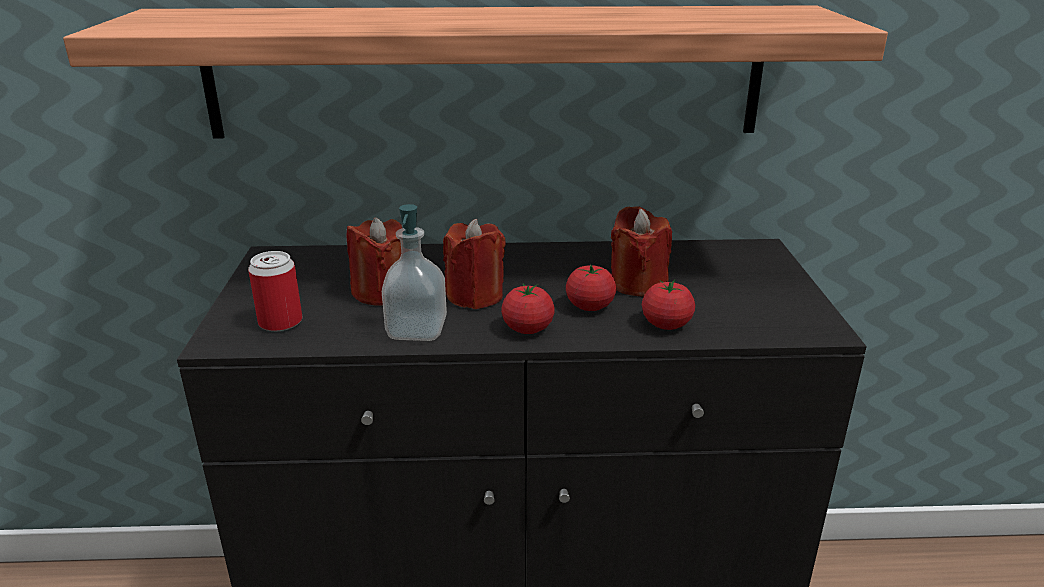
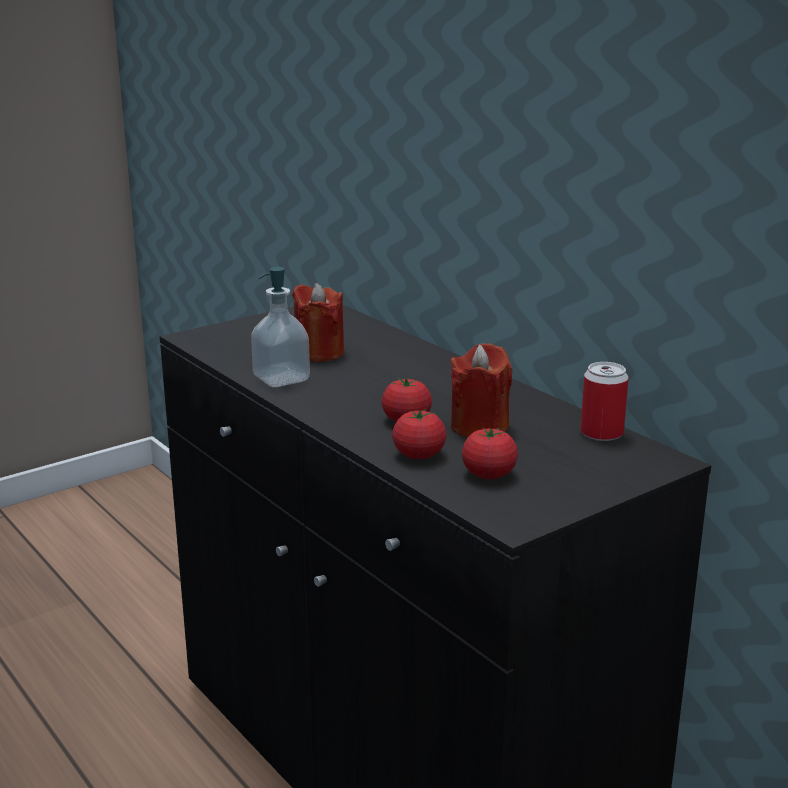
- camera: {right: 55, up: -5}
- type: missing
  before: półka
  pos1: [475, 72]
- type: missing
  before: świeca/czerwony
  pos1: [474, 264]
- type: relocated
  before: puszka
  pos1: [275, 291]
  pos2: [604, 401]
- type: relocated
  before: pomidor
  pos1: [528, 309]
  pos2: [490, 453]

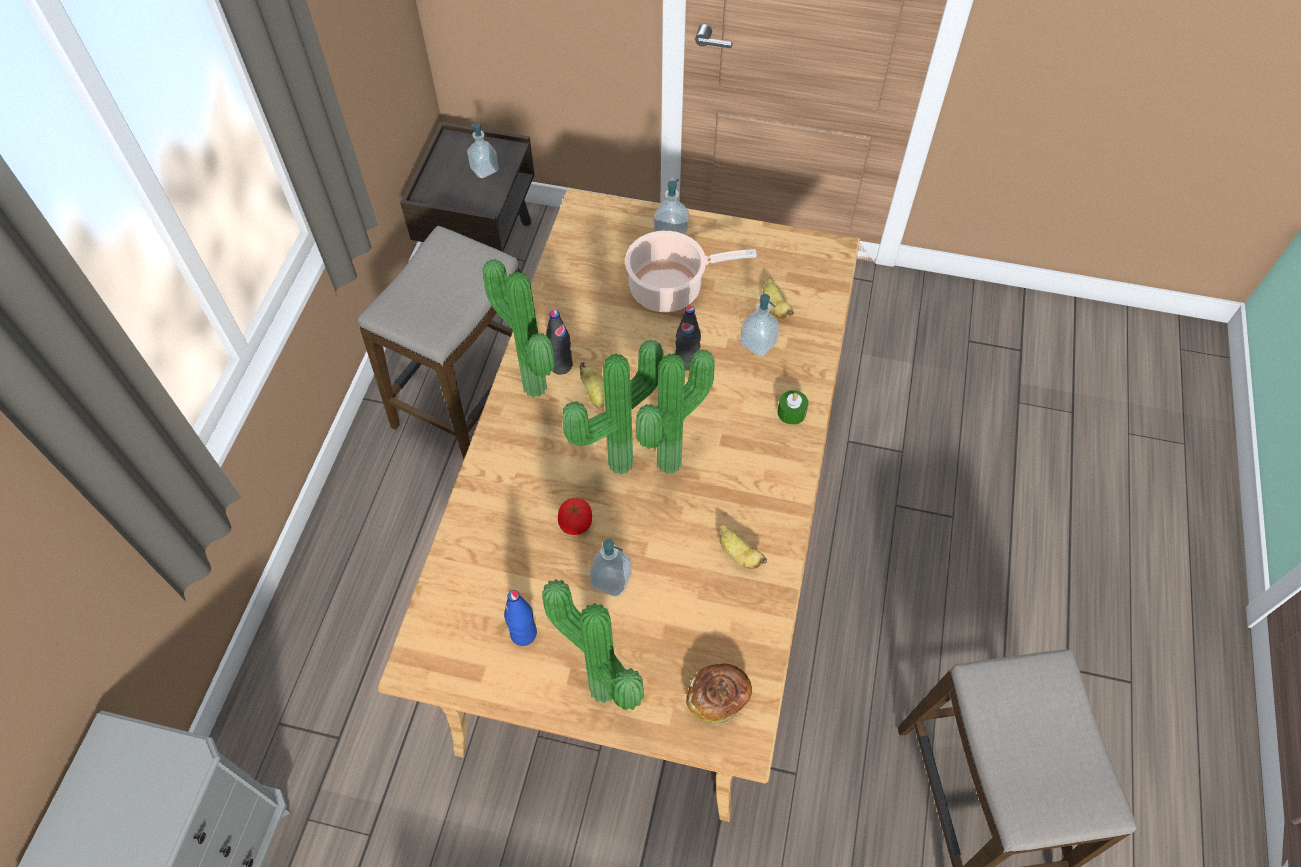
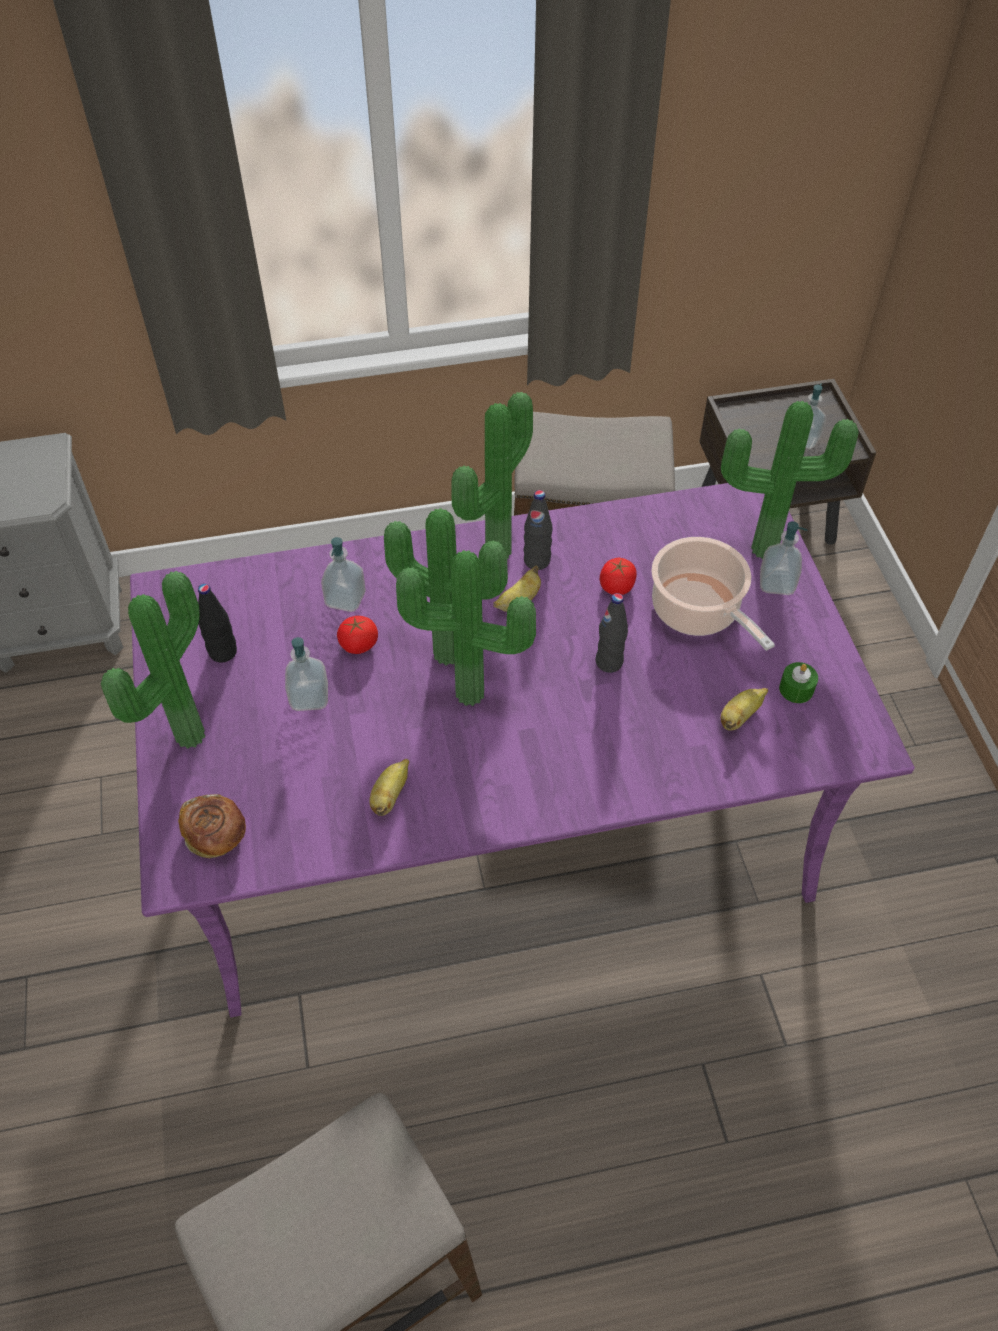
- camera: {right: 65, up: -5}
- type: appeared
  after: pomidor
  pos2: [618, 576]
- type: appeared
  after: roślina doniczkowa
  pos2: [790, 480]
- type: relocated
  before: dozownik mydła
  pos1: [760, 325]
  pos2: [343, 574]
- type: relocated
  before: świeca/zielony
  pos1: [792, 407]
  pos2: [798, 682]
- type: colour
  before: stół jadalny/beżowy
  after: stół jadalny/fioletowy
  pos1: [618, 505]
  pos2: [522, 750]
- type: colour
  before: butelka/niebieski
  after: butelka/czarny
  pos1: [520, 618]
  pos2: [217, 623]

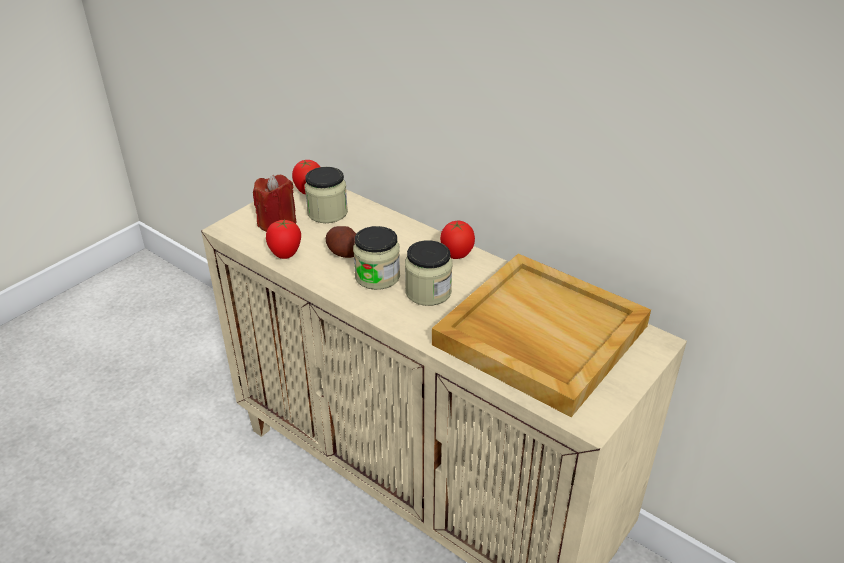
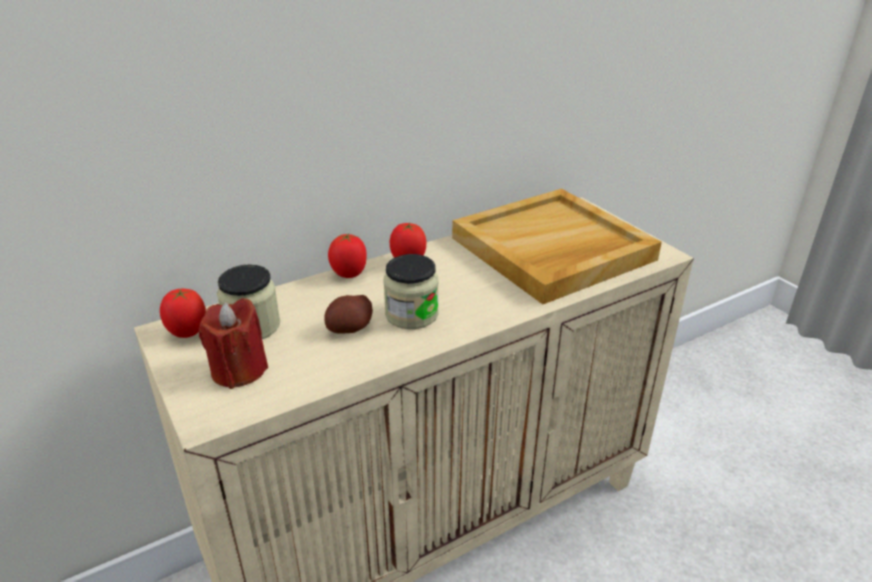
- camera: {right: -70, up: -5}
- type: missing
  before: słoik
  pos1: [429, 273]
- type: relocated
  before: pomidor
  pos1: [283, 239]
  pos2: [347, 255]

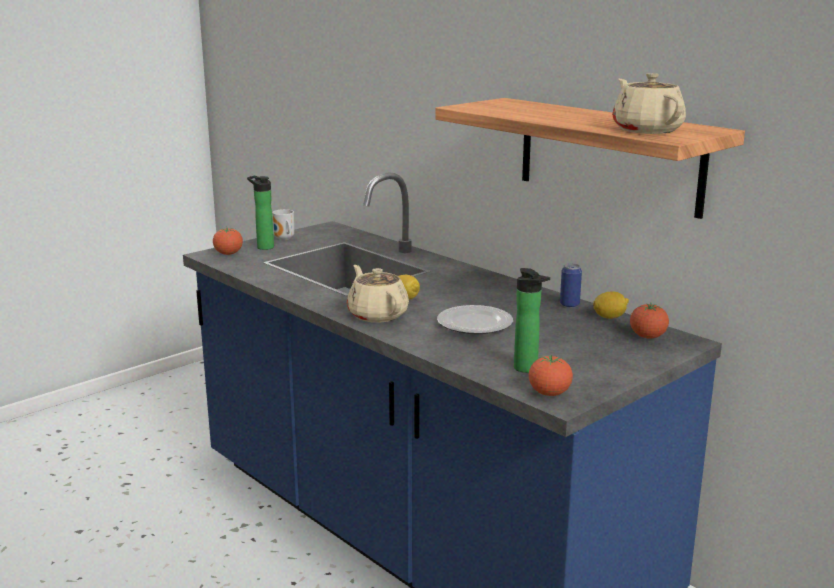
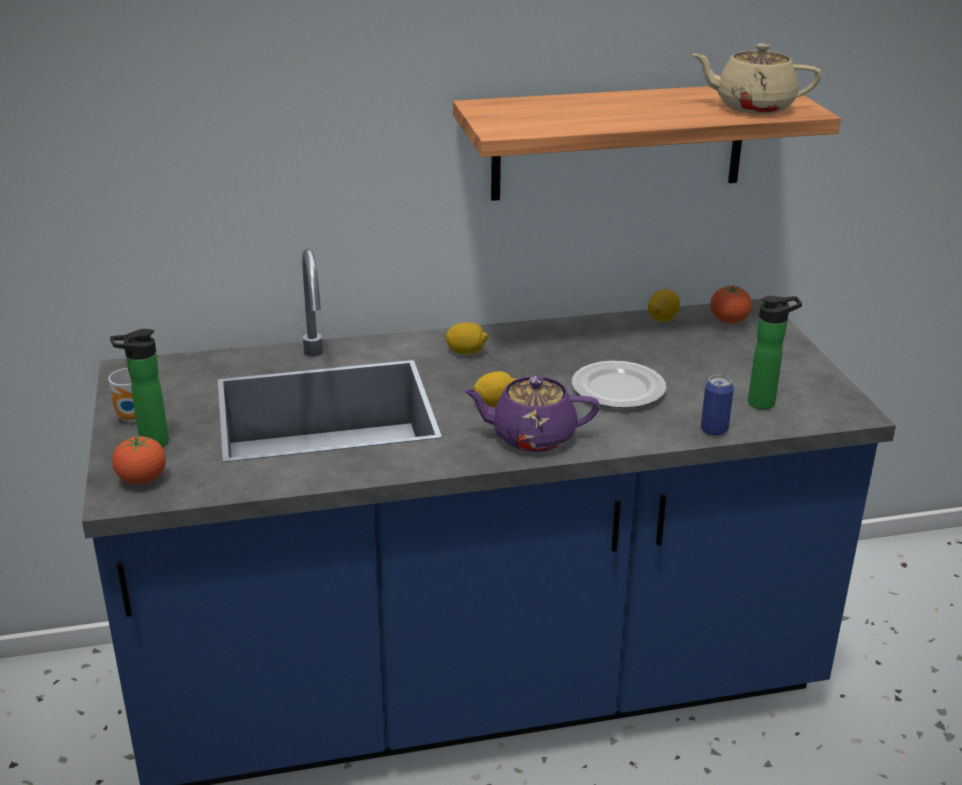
- camera: {right: -60, up: 10}
- type: missing
  before: pomidor
  pos1: [551, 375]
- type: appeared
  after: cytryna
  pos2: [467, 338]
- type: relocated
  before: puszka
  pos1: [571, 285]
  pos2: [717, 405]
- type: colour
  before: imbryk/beżowy
  after: imbryk/fioletowy
  pos1: [378, 294]
  pos2: [531, 414]

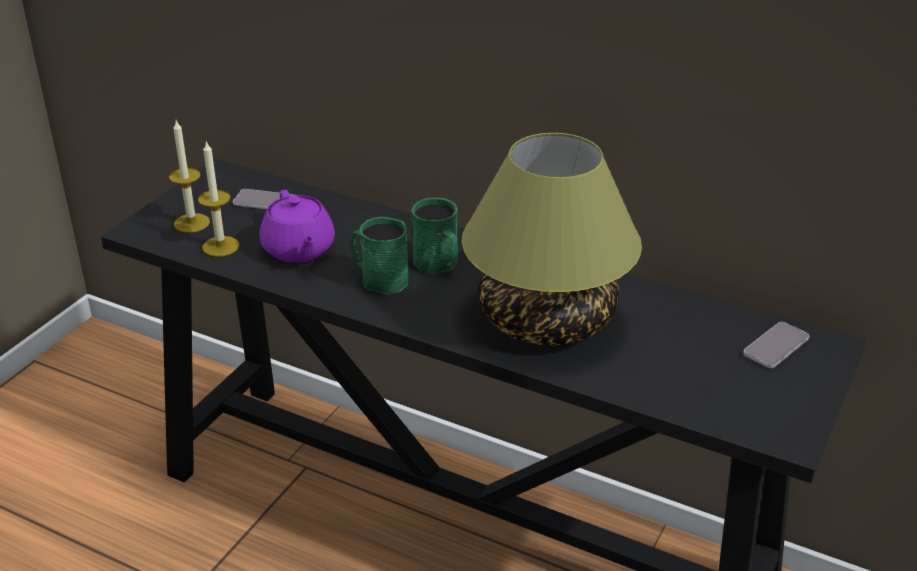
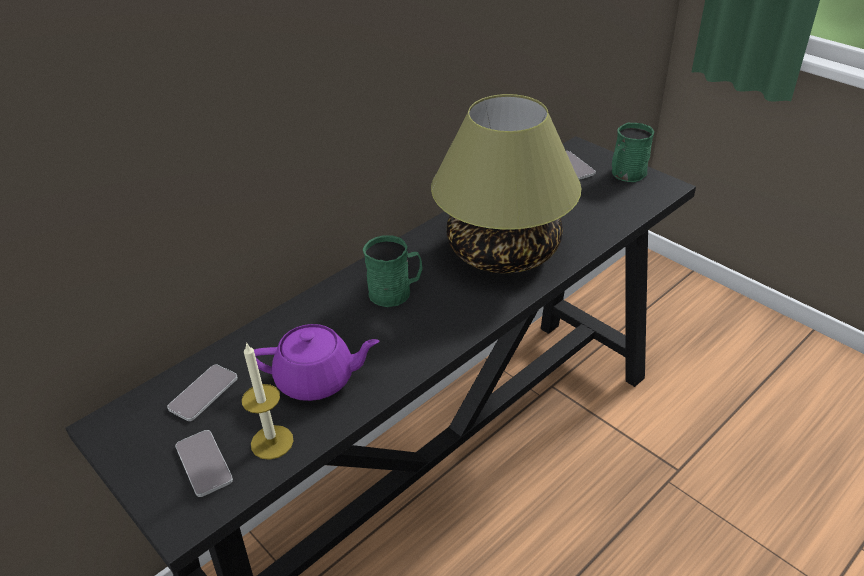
- camera: {right: -70, up: 5}
- type: relocated
  before: kubek/zielony
  pos1: [379, 256]
  pos2: [633, 152]
- type: exchanged
  before: świeca
  after: telefon
  pos1: [189, 176]
  pos2: [204, 463]

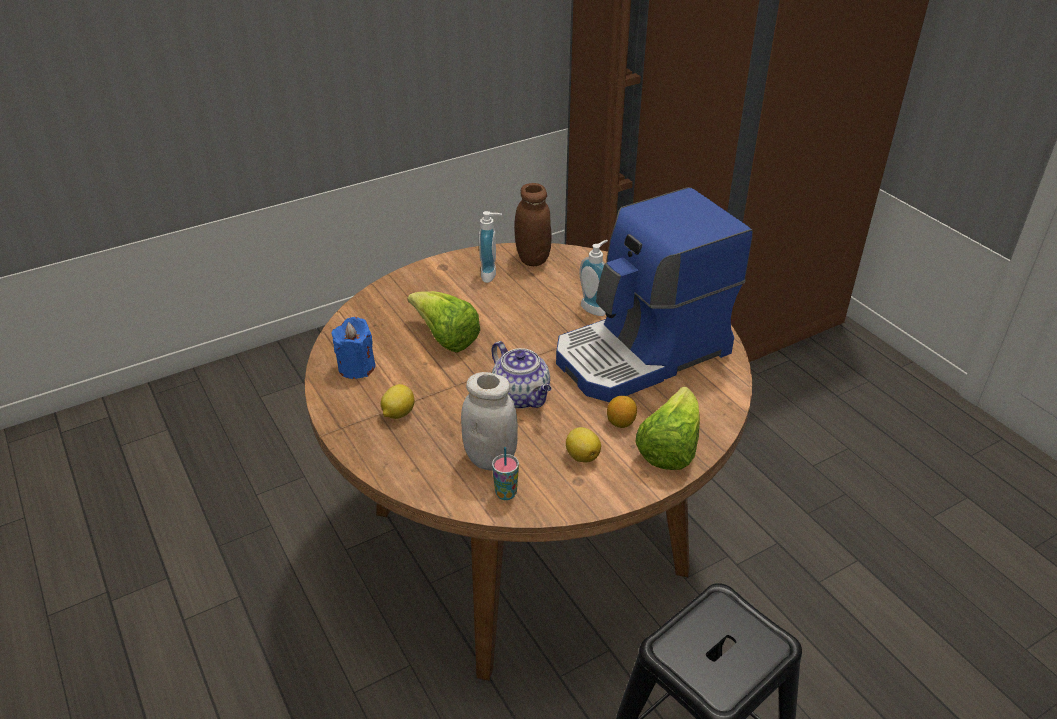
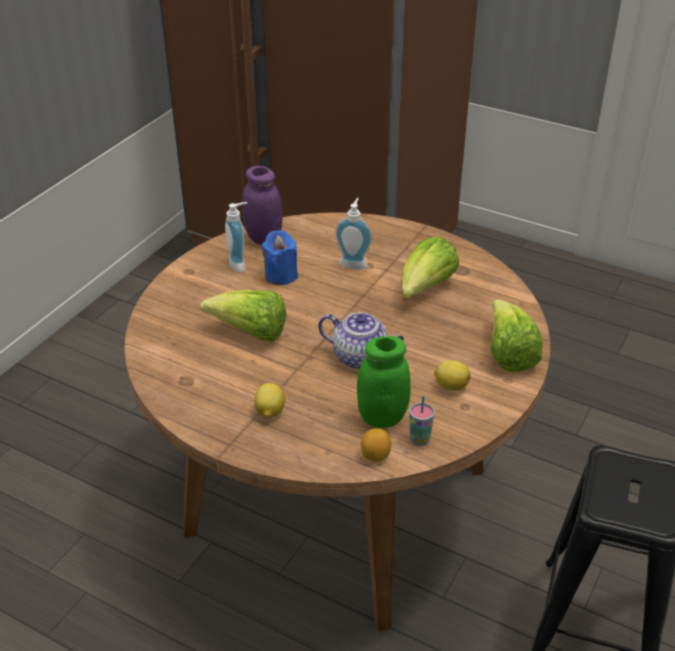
- camera: {right: -30, up: 0}
- type: relocated
  before: świeca/niebieski
  pos1: [353, 348]
  pos2: [280, 257]
- type: relocated
  before: cytryna
  pos1: [622, 412]
  pos2: [376, 445]
- type: exchanged
  before: ekspres do kawy
  after: sałata
  pos1: [654, 294]
  pos2: [430, 267]
- type: colour
  before: słoik/biały
  after: słoik/zielony
  pos1: [489, 421]
  pos2: [384, 382]
- type: colour
  before: słoik/brązowy
  after: słoik/fioletowy
  pos1: [533, 224]
  pos2: [262, 205]

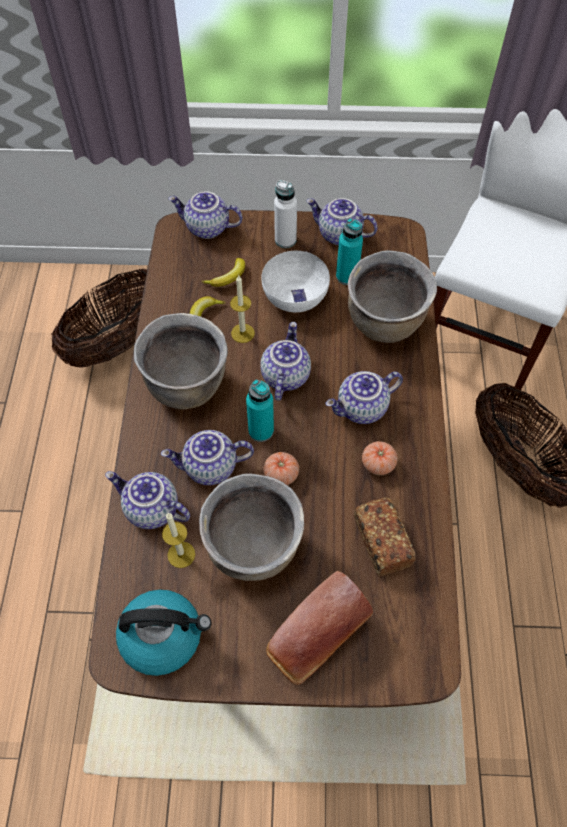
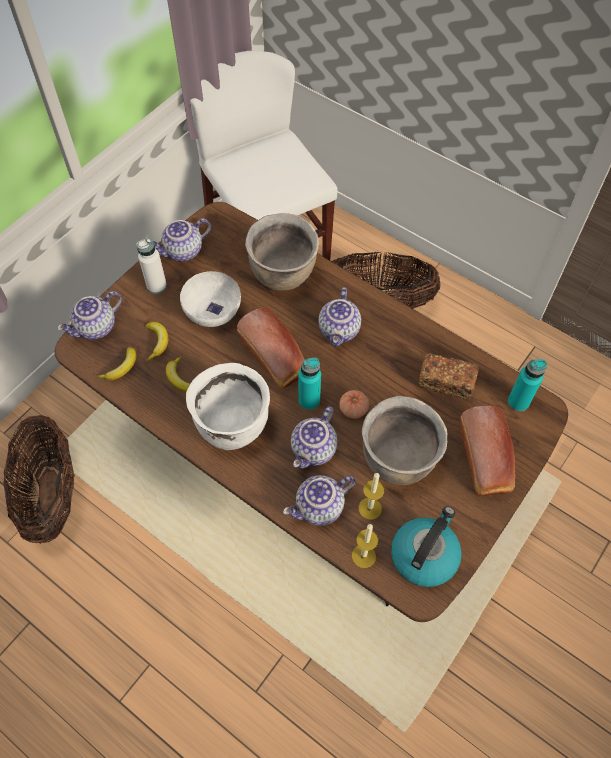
- camera: {right: -55, up: 0}
- type: missing
  before: pomidor
  pos1: [379, 458]
- type: appeared
  after: banan
  pos2: [116, 363]
- type: relocated
  before: świeca
  pos1: [242, 309]
  pos2: [365, 546]
- type: relocated
  before: butelka/turkusowy
  pos1: [349, 251]
  pos2: [527, 385]
- type: exchanged
  before: imbryk
  after: chleb
  pos1: [285, 361]
  pos2: [271, 348]
- type: colour
  before: garnek/brązowy
  after: garnek/biały
  pos1: [181, 361]
  pos2: [228, 406]

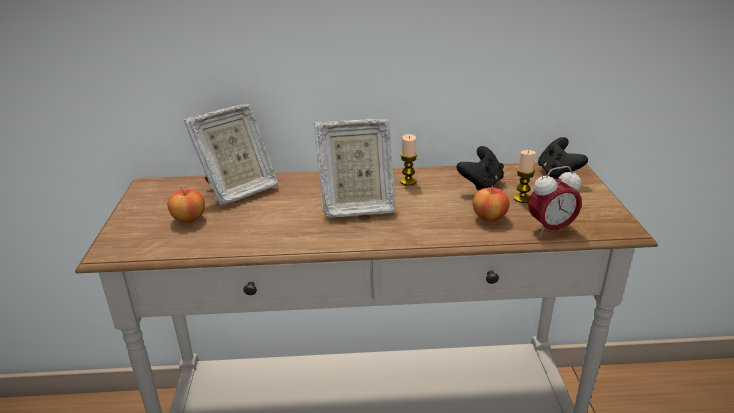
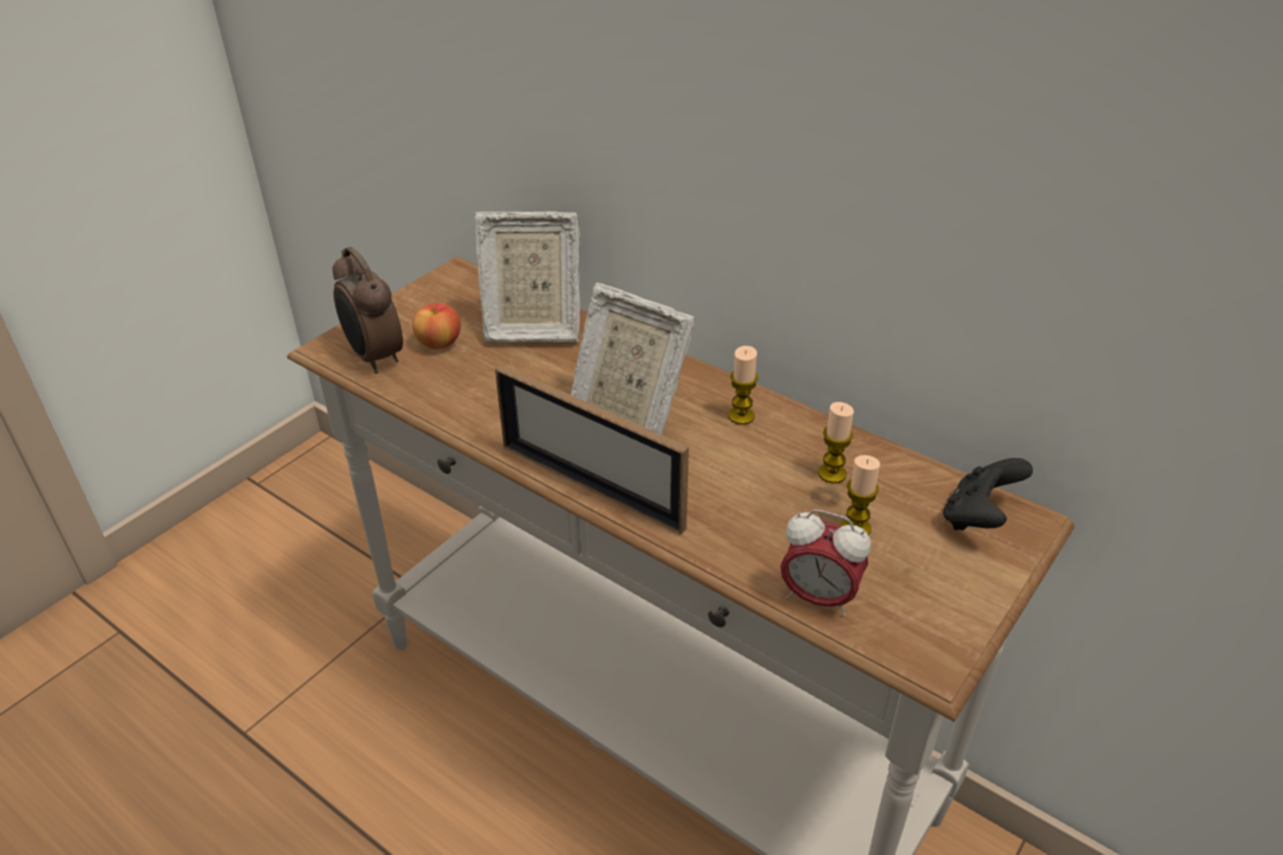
- camera: {right: 40, up: 10}
- type: missing
  before: jabłko
  pos1: [491, 203]
- type: appeared
  after: budzik
  pos2: [368, 310]
- type: appeared
  after: ramka na zdjęcie
  pos2: [592, 449]
- type: exchanged
  before: pad do gier/czarny
  after: świeca
  pos1: [480, 168]
  pos2: [836, 442]

